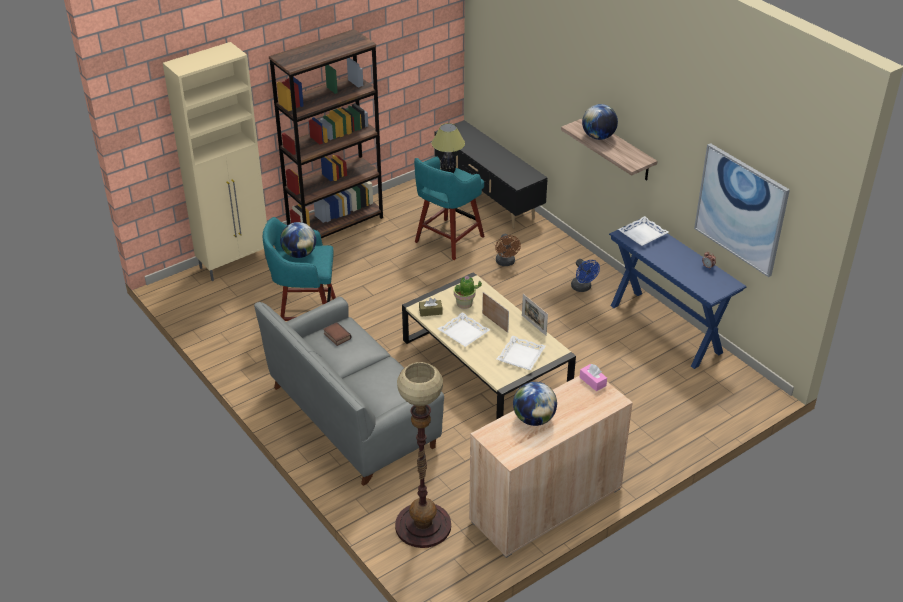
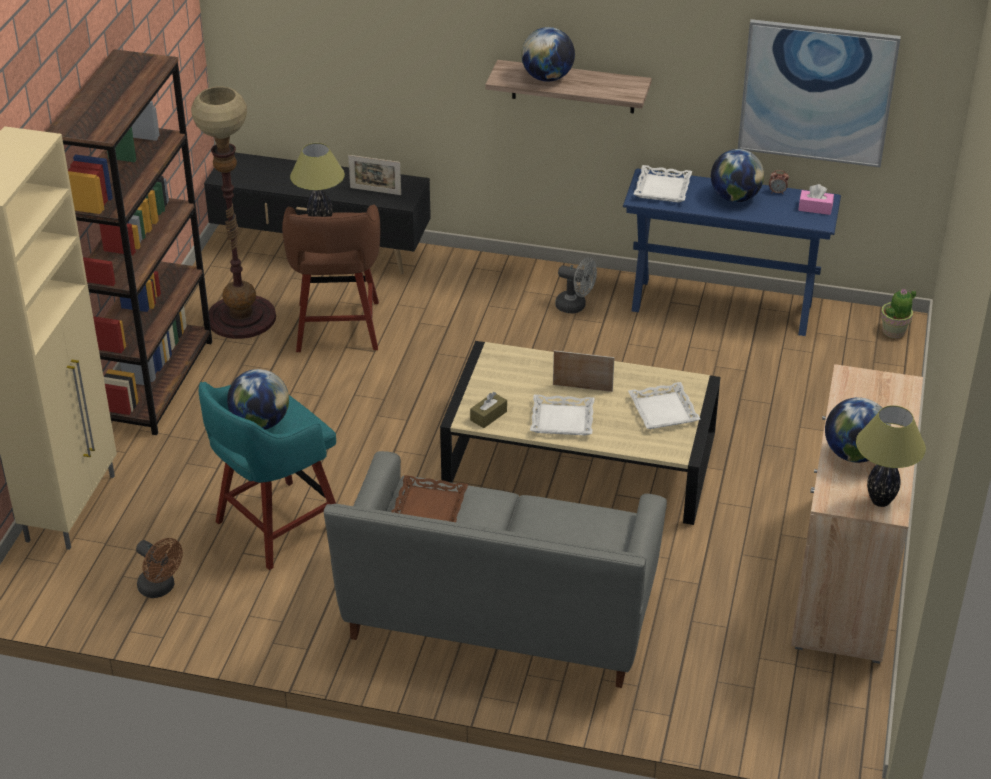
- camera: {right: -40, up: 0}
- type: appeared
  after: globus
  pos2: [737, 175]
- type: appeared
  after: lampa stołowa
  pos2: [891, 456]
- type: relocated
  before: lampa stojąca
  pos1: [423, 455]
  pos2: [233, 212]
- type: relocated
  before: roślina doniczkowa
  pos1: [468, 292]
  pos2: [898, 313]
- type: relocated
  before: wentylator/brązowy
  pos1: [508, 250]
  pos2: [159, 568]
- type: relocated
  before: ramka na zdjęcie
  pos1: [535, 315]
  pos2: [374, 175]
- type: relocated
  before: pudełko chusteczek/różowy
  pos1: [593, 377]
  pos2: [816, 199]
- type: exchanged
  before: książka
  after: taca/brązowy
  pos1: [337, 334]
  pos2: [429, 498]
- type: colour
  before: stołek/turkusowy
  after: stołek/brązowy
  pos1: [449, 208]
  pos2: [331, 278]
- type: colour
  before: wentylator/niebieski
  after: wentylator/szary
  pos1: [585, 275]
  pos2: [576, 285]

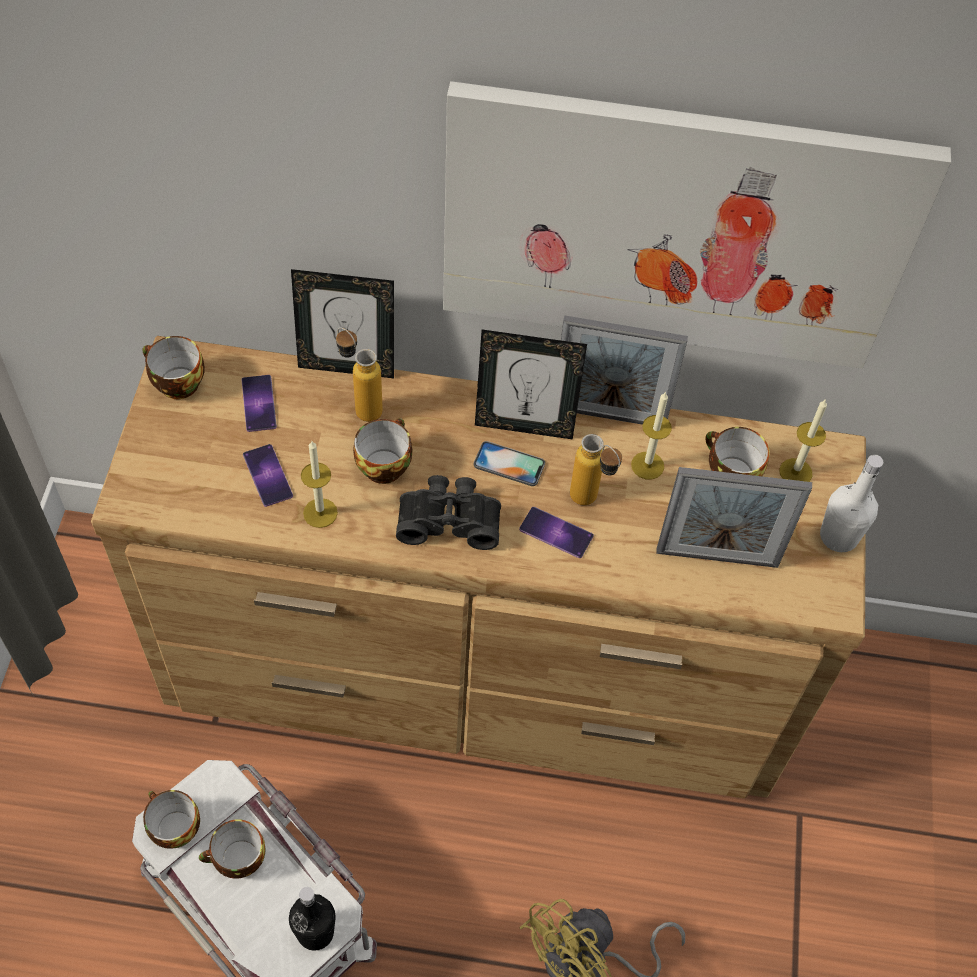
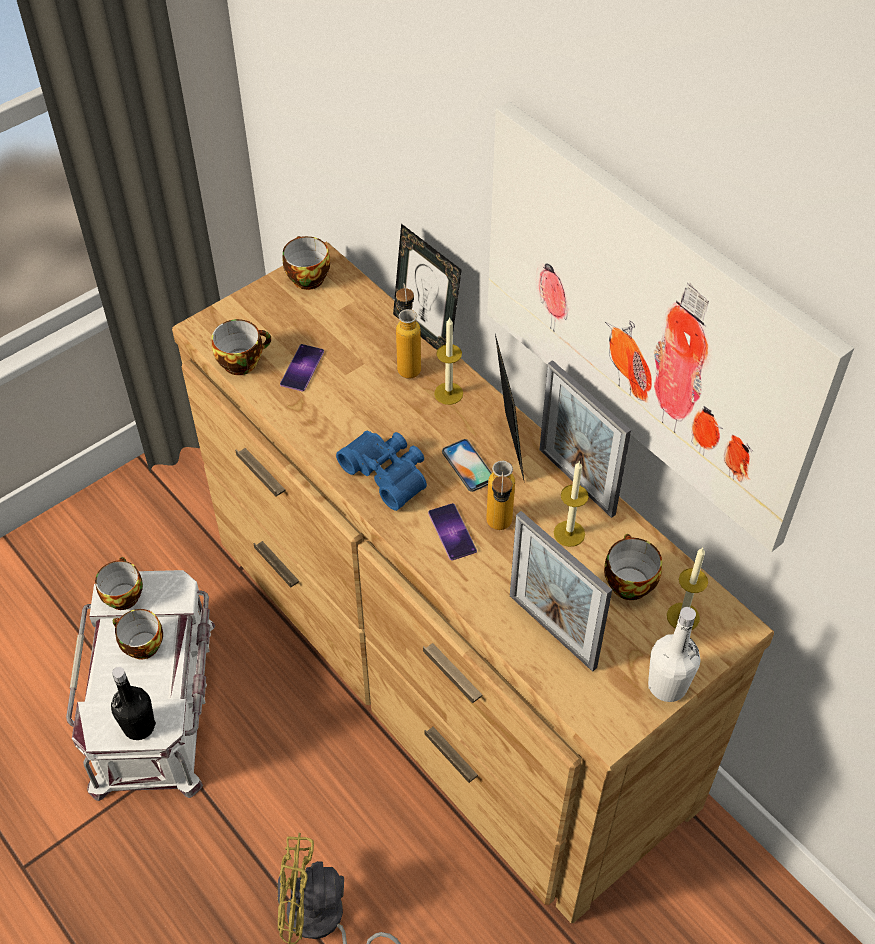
- camera: {right: 45, up: -5}
- type: missing
  before: telefon
  pos1: [259, 403]
- type: relocated
  before: świeca
  pos1: [319, 484]
  pos2: [448, 361]
- type: relocated
  before: filiżanka
  pos1: [382, 451]
  pos2: [241, 347]
- type: colour
  before: lornetka/czarny
  after: lornetka/niebieski
  pos1: [448, 512]
  pos2: [381, 471]
- type: spun
  before: ramka na zdjęcie
  pos1: [531, 384]
  pos2: [509, 407]
  turn: -150

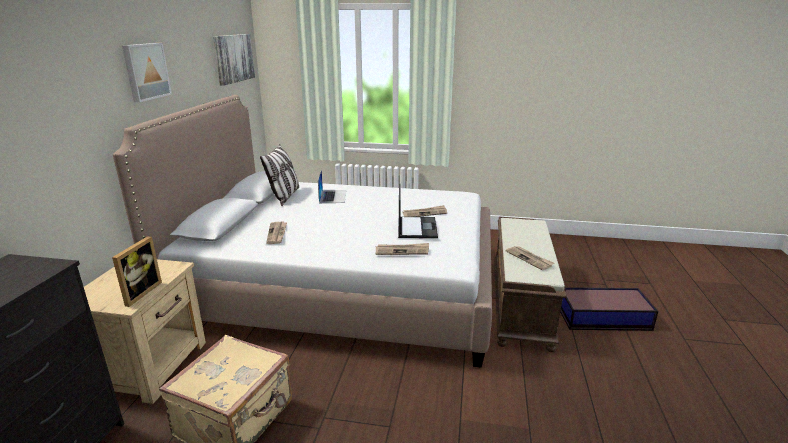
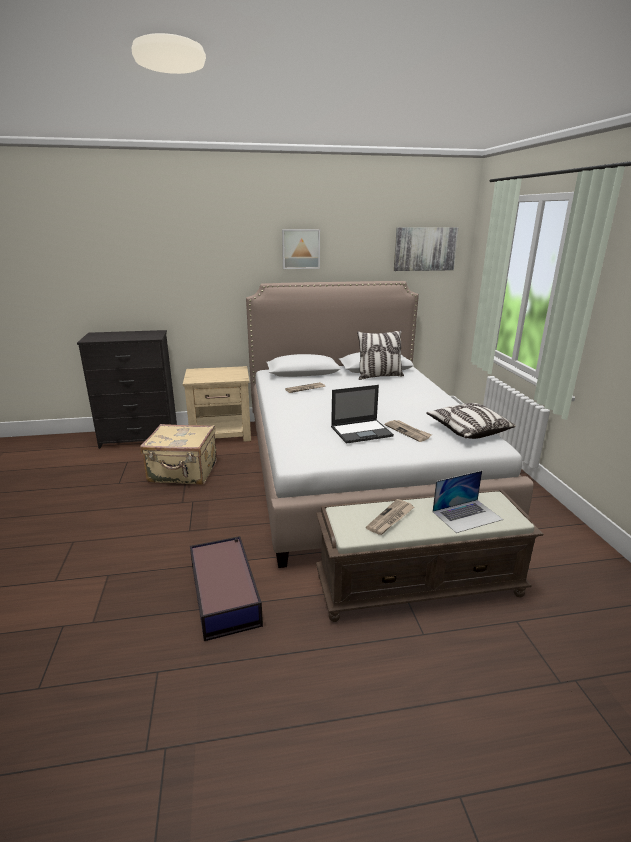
- camera: {right: 70, up: 0}
- type: missing
  before: ramka na zdjęcie
  pos1: [137, 271]
- type: missing
  before: gazeta
  pos1: [402, 249]
- type: appeared
  after: poduszka
  pos2: [471, 421]
- type: relocated
  before: laptop
  pos1: [332, 186]
  pos2: [468, 502]
- type: relocated
  before: pojemnik do przechowywania
  pos1: [609, 309]
  pos2: [226, 588]

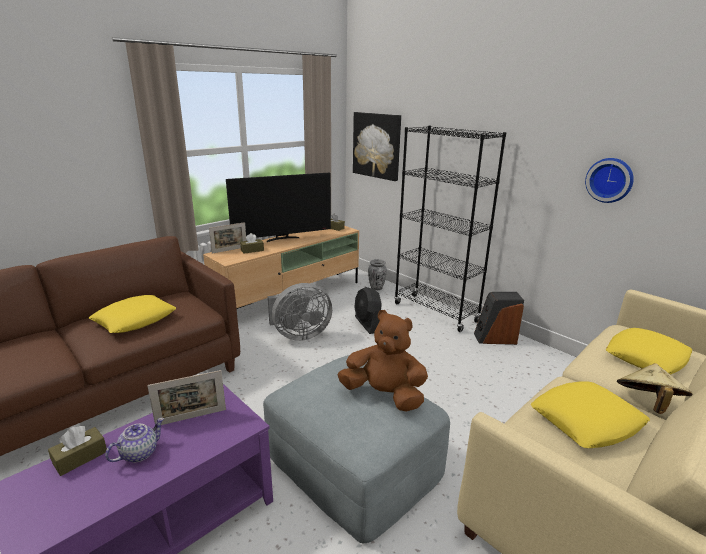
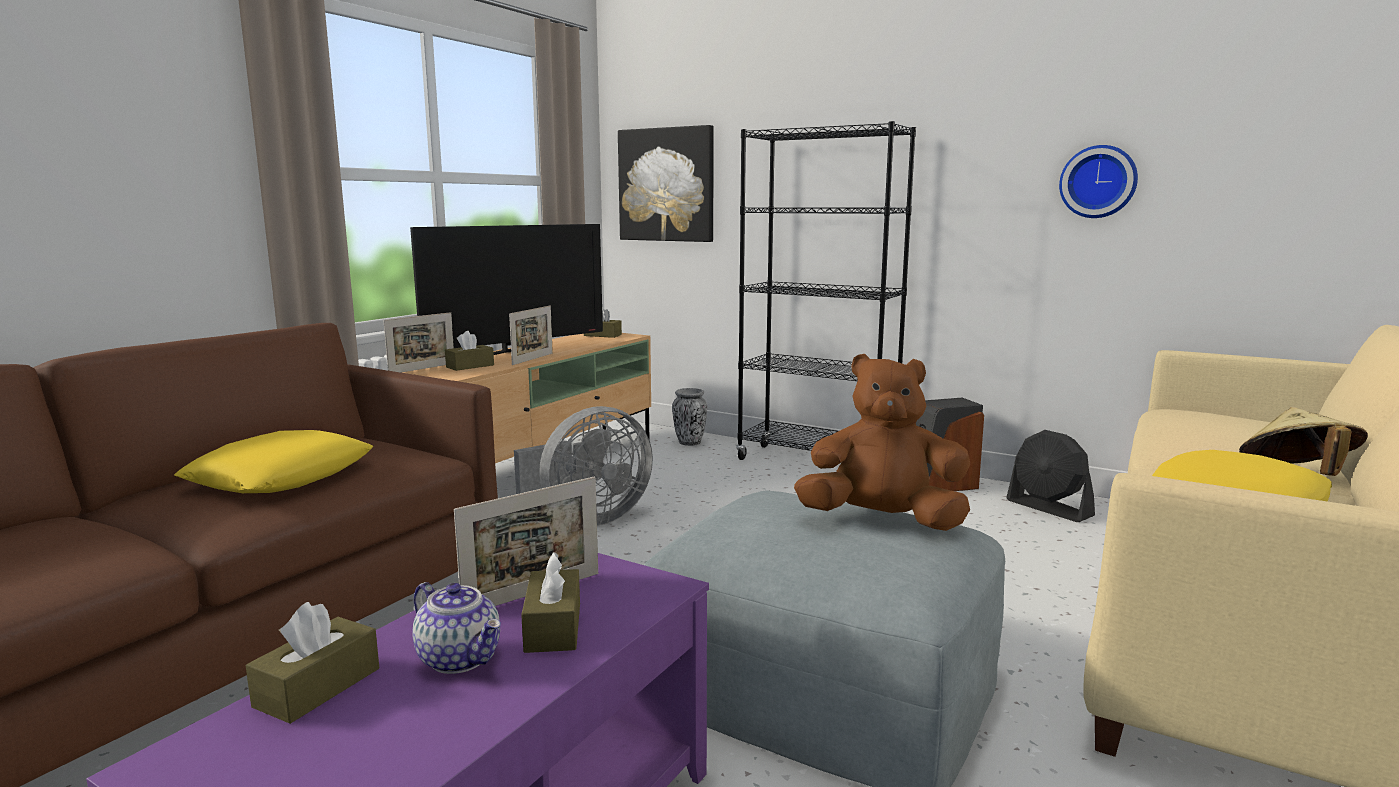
- camera: {right: -15, up: -10}
- type: missing
  before: poduszka/żółty
  pos1: [649, 351]
- type: appeared
  after: ramka na zdjęcie
  pos2: [531, 335]
- type: appeared
  after: pudełko chusteczek/brązowy
  pos2: [550, 602]
- type: relocated
  before: wentylator/czarny
  pos1: [368, 310]
  pos2: [1050, 476]
- type: spun
  before: imbryk
  pos1: [134, 440]
  pos2: [456, 628]
  turn: 105

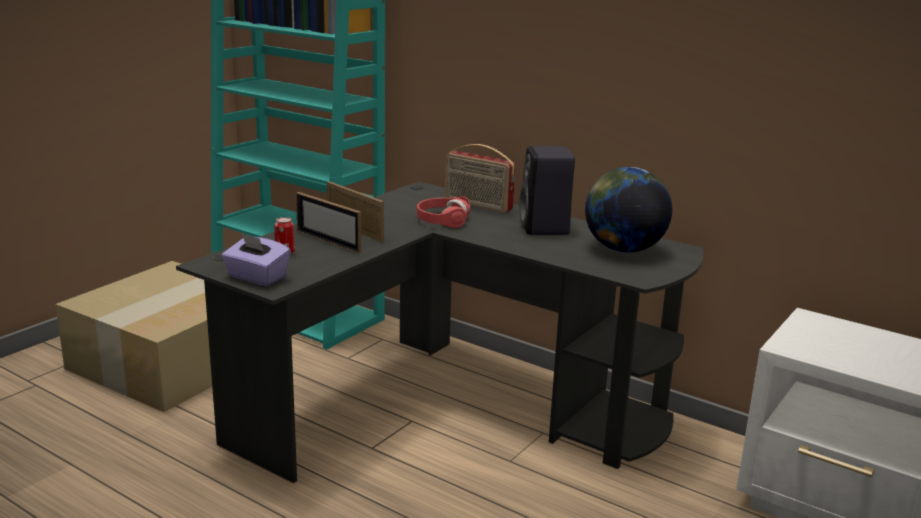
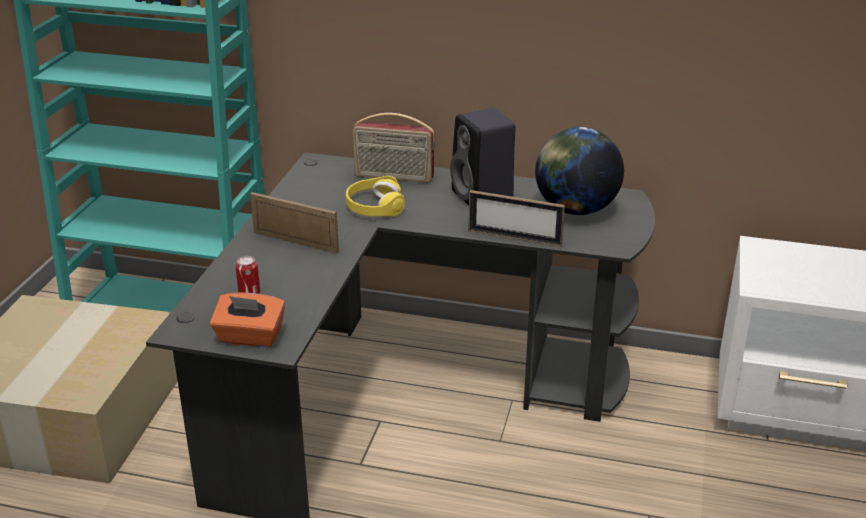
- camera: {right: -20, up: 10}
- type: relocated
  before: ramka na zdjęcie
  pos1: [328, 223]
  pos2: [516, 218]
- type: colour
  before: pudełko chusteczek/fioletowy
  after: pudełko chusteczek/pomarańczowy
  pos1: [256, 259]
  pos2: [247, 320]
- type: colour
  before: słuchawki/czerwony
  after: słuchawki/żółty
  pos1: [443, 212]
  pos2: [375, 196]

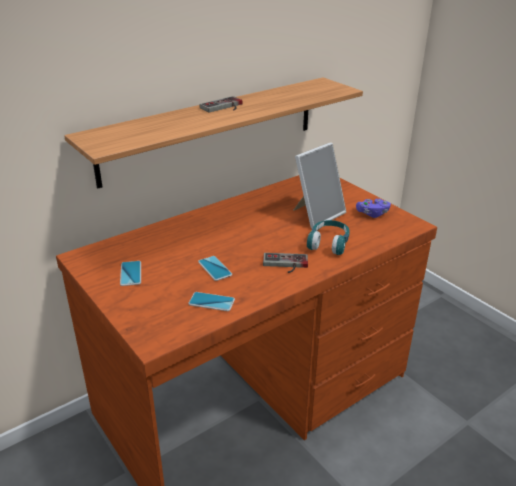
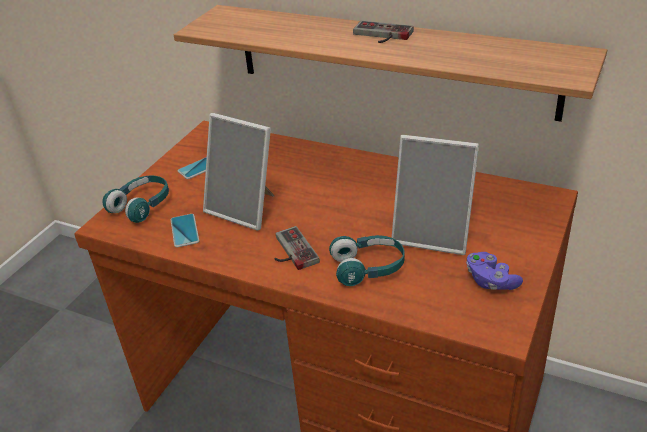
- camera: {right: 65, up: 5}
- type: appeared
  after: słuchawki/turkusowy
  pos2: [135, 199]
- type: exchanged
  before: telefon
  after: ramka na zdjęcie
  pos1: [215, 268]
  pos2: [239, 171]

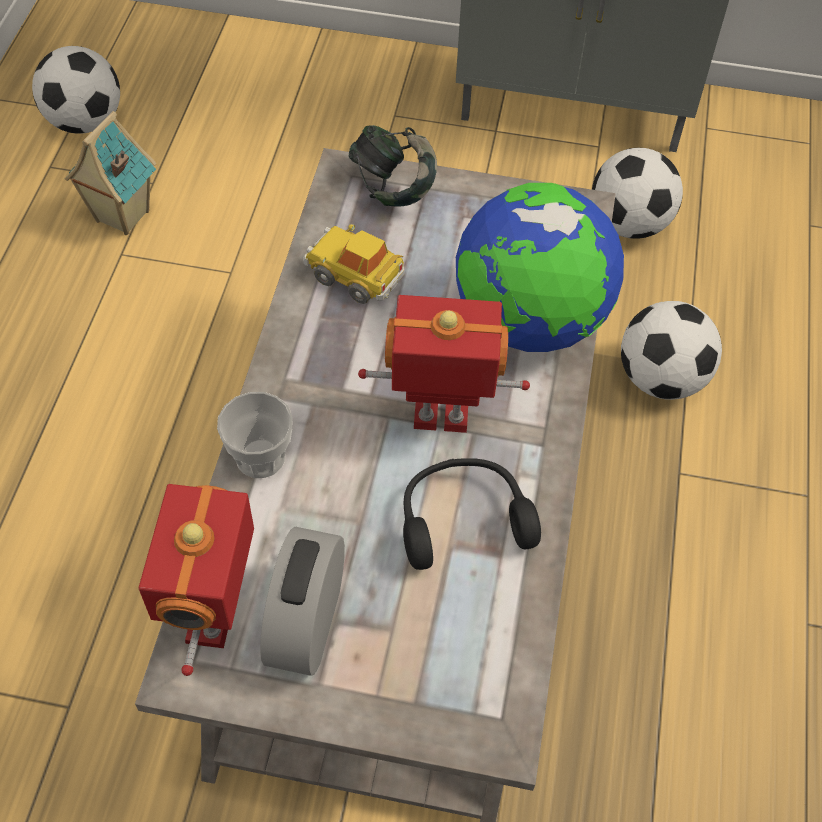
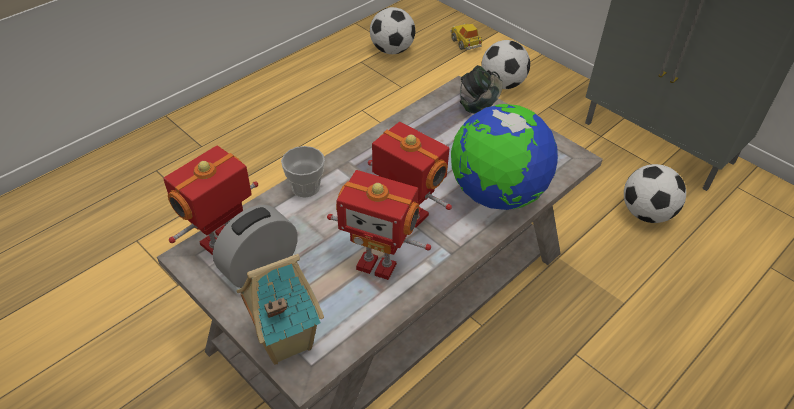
- camera: {right: 35, up: -10}
- type: relocated
  before: domek
  pos1: [110, 173]
  pos2: [280, 309]
- type: relocated
  before: samochodzik
  pos1: [353, 264]
  pos2: [466, 36]
- type: relocated
  before: piłka futbolowa
  pos1: [671, 350]
  pos2: [505, 64]
- type: exchanged
  before: słuchawki/czarny
  after: robot zabawkowy
  pos1: [472, 514]
  pos2: [379, 225]

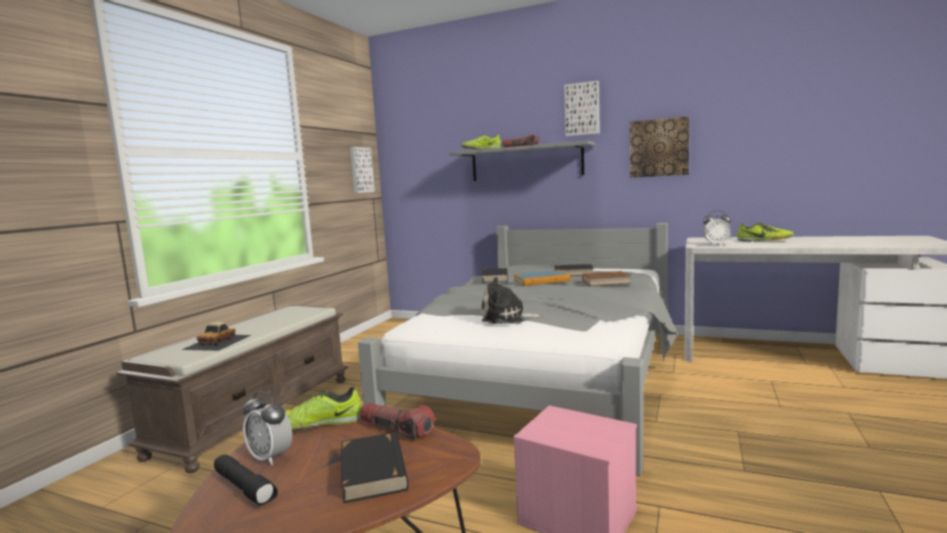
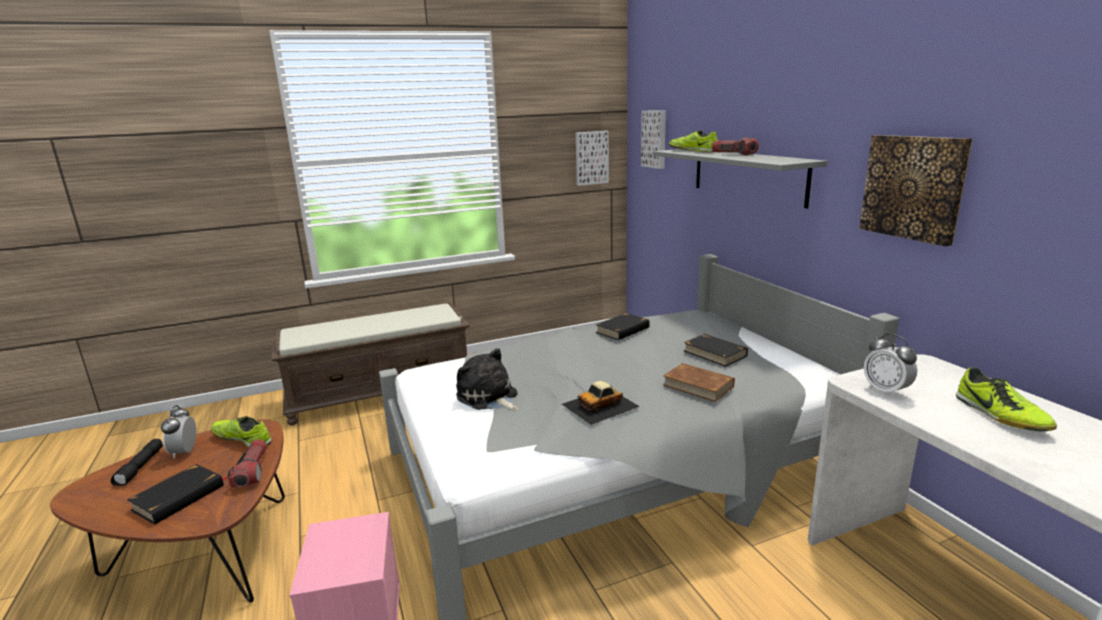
- camera: {right: 45, up: 10}
- type: missing
  before: książka
  pos1: [542, 278]
- type: relocated
  before: samochodzik
  pos1: [216, 336]
  pos2: [601, 403]
- type: relocated
  before: obraz
  pos1: [582, 108]
  pos2: [653, 140]

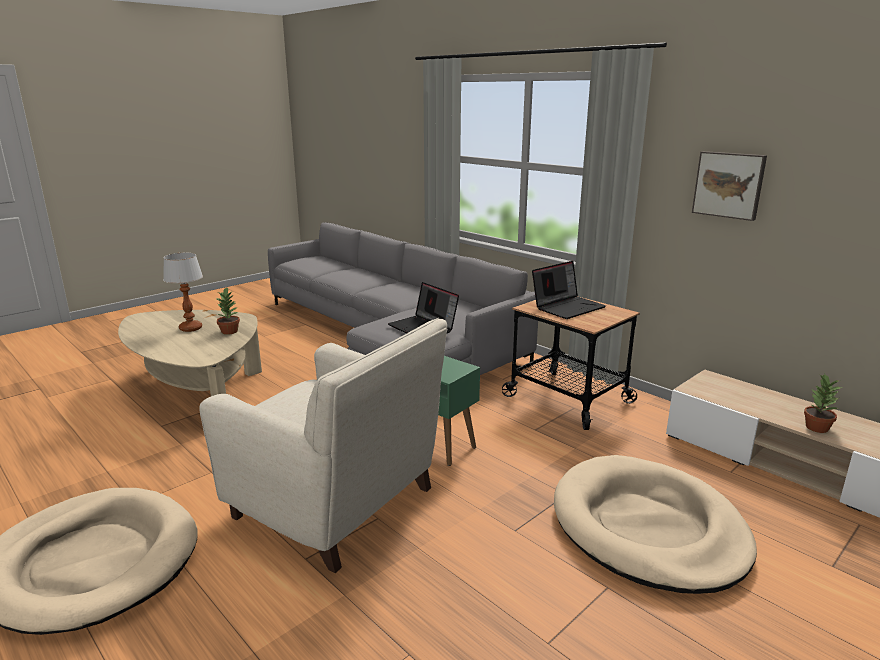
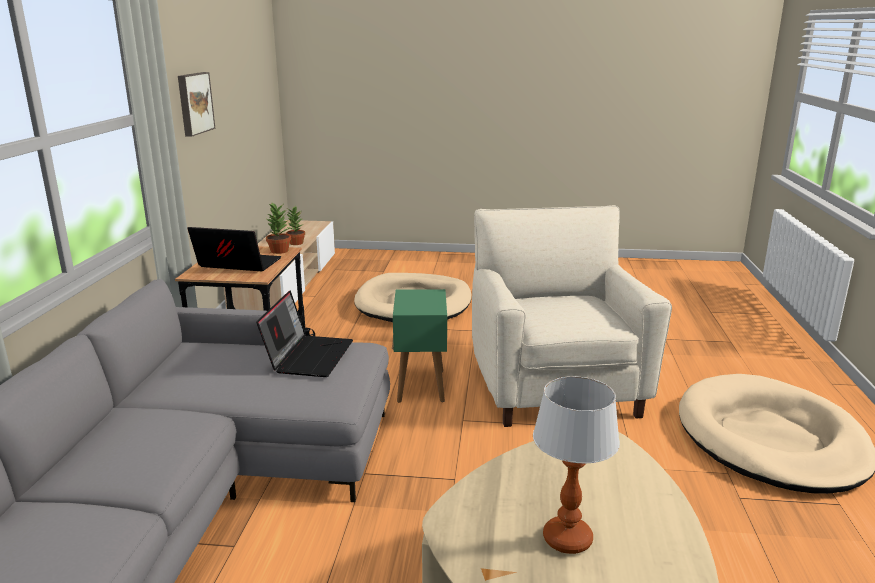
- camera: {right: -130, up: 0}
- type: relocated
  before: roślina doniczkowa
  pos1: [227, 311]
  pos2: [278, 228]

